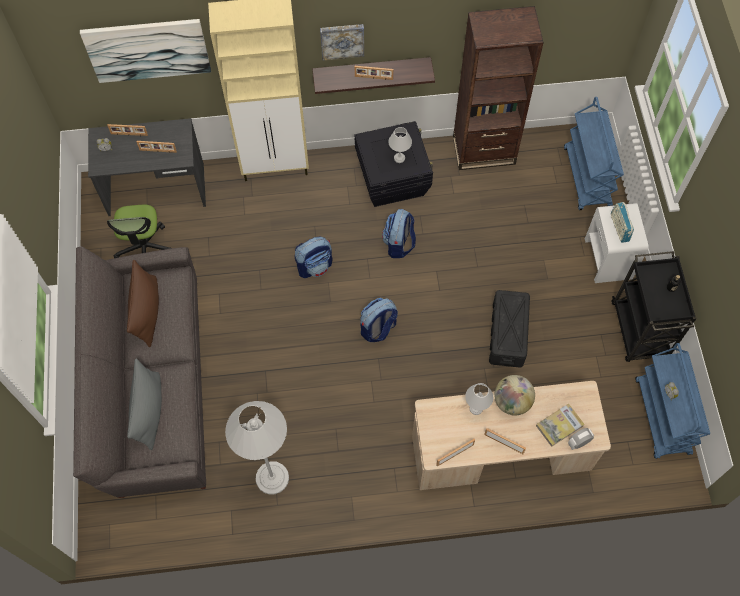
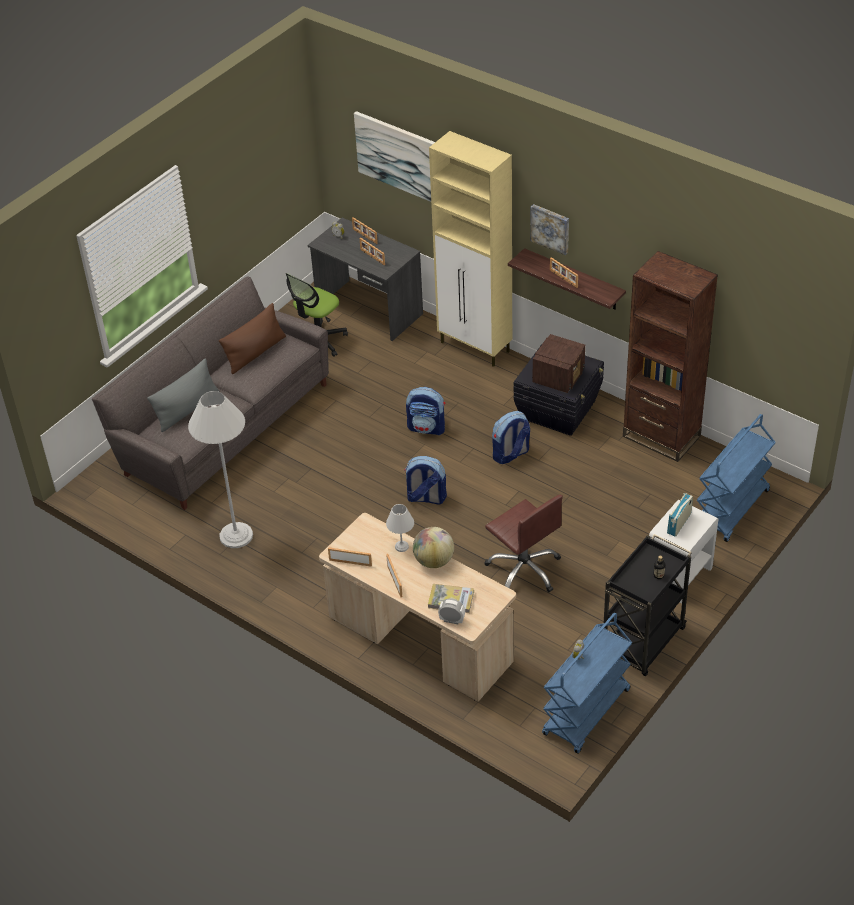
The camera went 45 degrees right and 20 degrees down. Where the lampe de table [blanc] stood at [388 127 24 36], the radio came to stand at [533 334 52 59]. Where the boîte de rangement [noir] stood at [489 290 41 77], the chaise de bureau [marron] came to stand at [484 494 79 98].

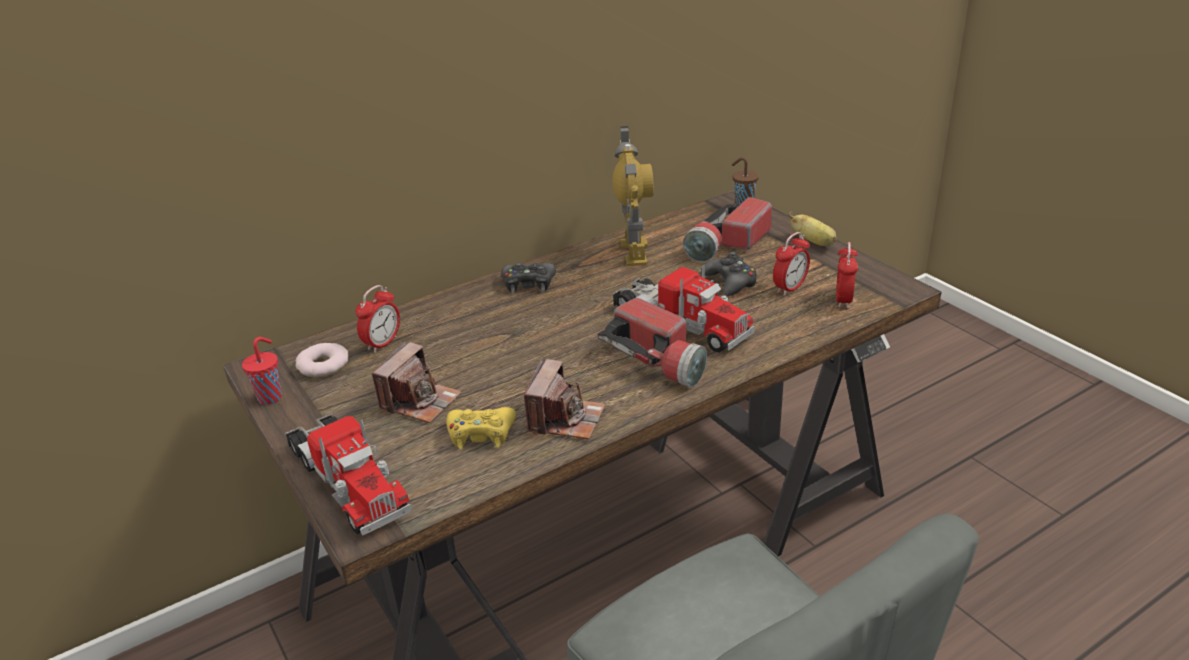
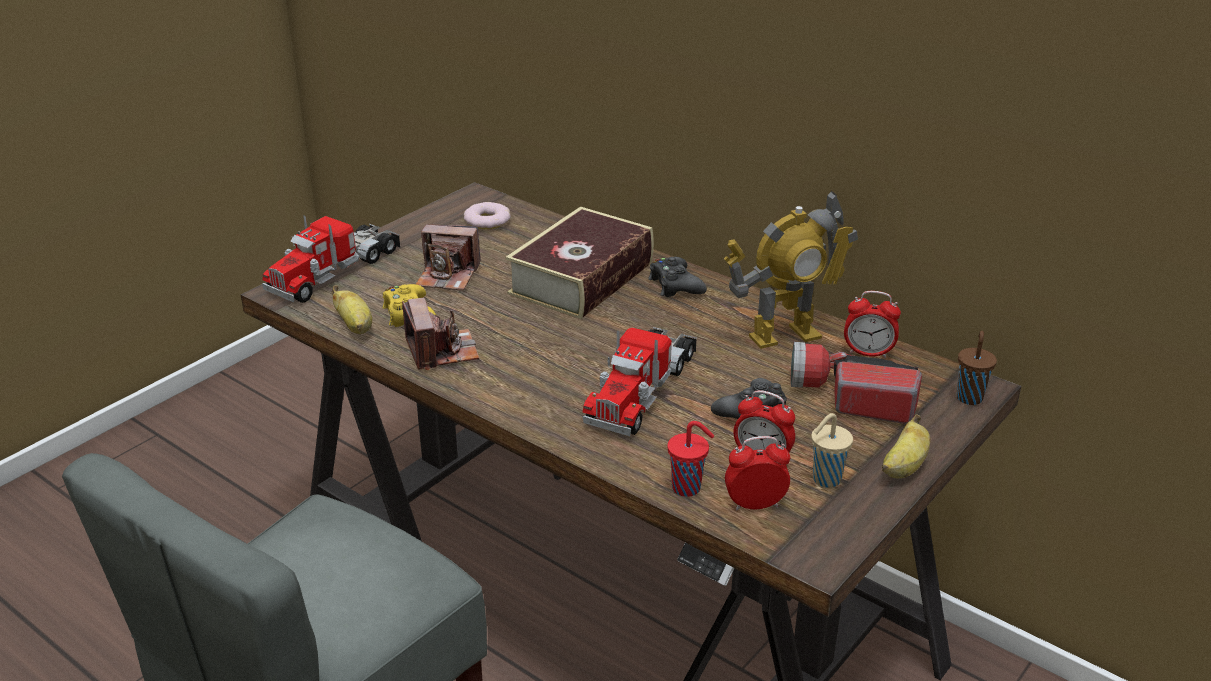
The camera went 70 degrees right and 0 degrees up. The tasse [rouge] ended up elsewhere, having gone from [242 337 40 68] to [668 421 46 76]. The réveil ended up elsewhere, having gone from [355 285 45 68] to [844 291 57 67]. The appareil photo at [524 359 81 81] ended up facing another way, 105 degrees counterclockwise from before. The second view lost the lampe de poche at [598 298 109 89]. The second view gained the banane at [332 285 40 49]. The second view gained the livre at [505 207 149 112]. The second view gained the tasse [beige] at [811 413 42 75].

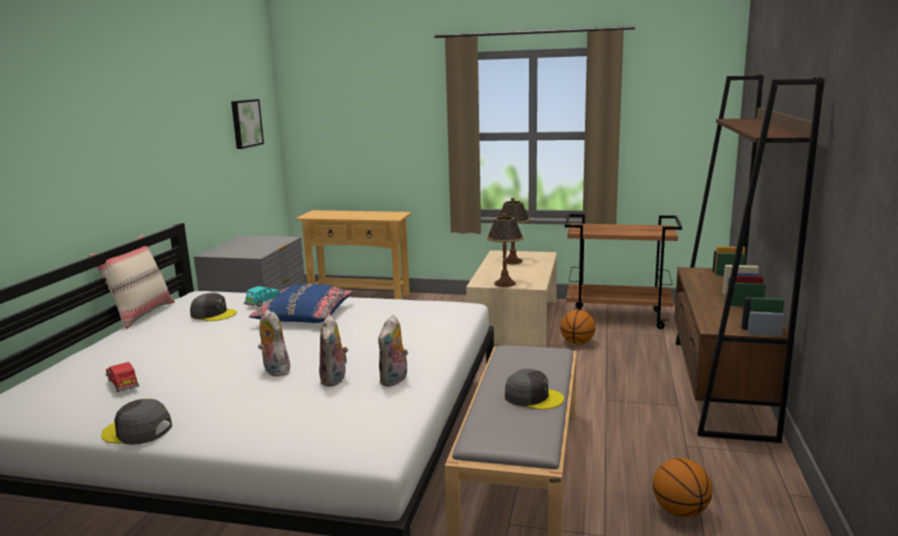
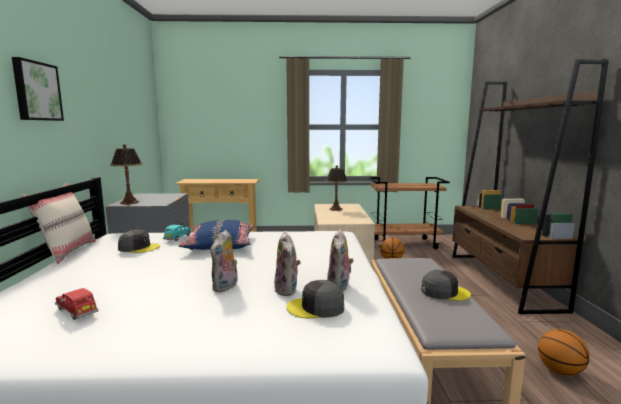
The camera went 15 degrees left and 5 degrees down. The casquette [gris] ended up elsewhere, having gone from [101 399 71 46] to [287 280 57 38]. The tableau ended up elsewhere, having gone from [231 99 33 50] to [12 57 52 64]. The peluche at [258 310 32 66] ended up facing another way, 105 degrees counterclockwise from before. The lampe de table ended up elsewhere, having gone from [486 213 38 74] to [110 144 33 60].

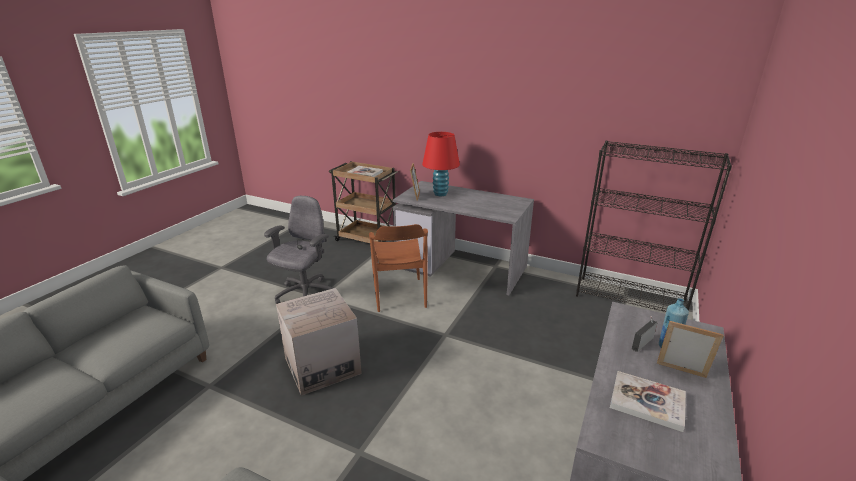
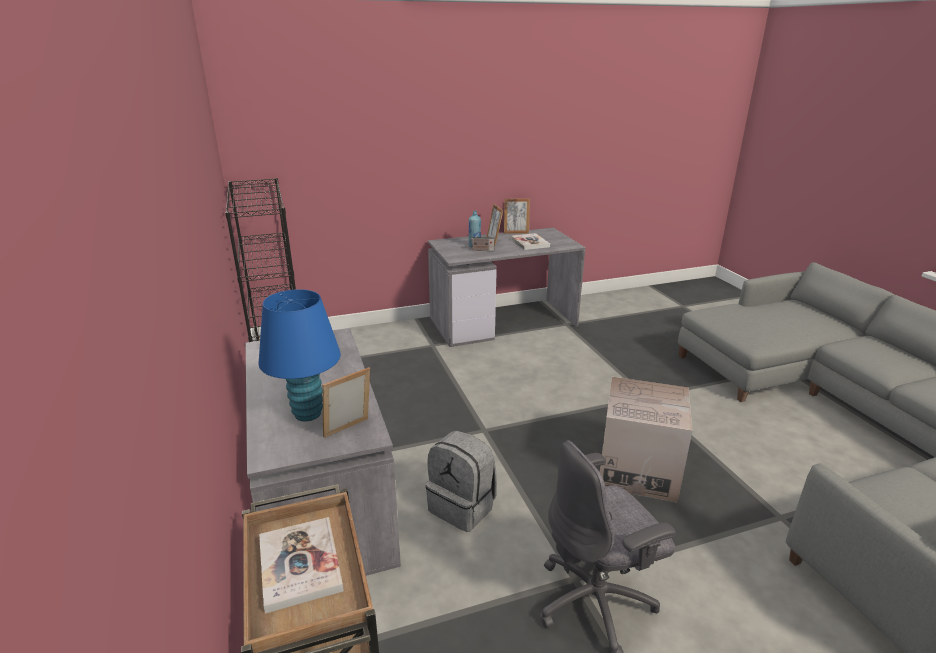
The camera went 135 degrees left and 0 degrees up. Where the chaise [marron] stood at [369 224 59 88], the sac à dos [gris] came to stand at [426 430 71 102]. What was the lampe de table [rouge] at [422 132 38 64] turned into the lampe de table [bleu] at [258 289 83 132]. The second view gained the cadre photo at [504 198 26 35].

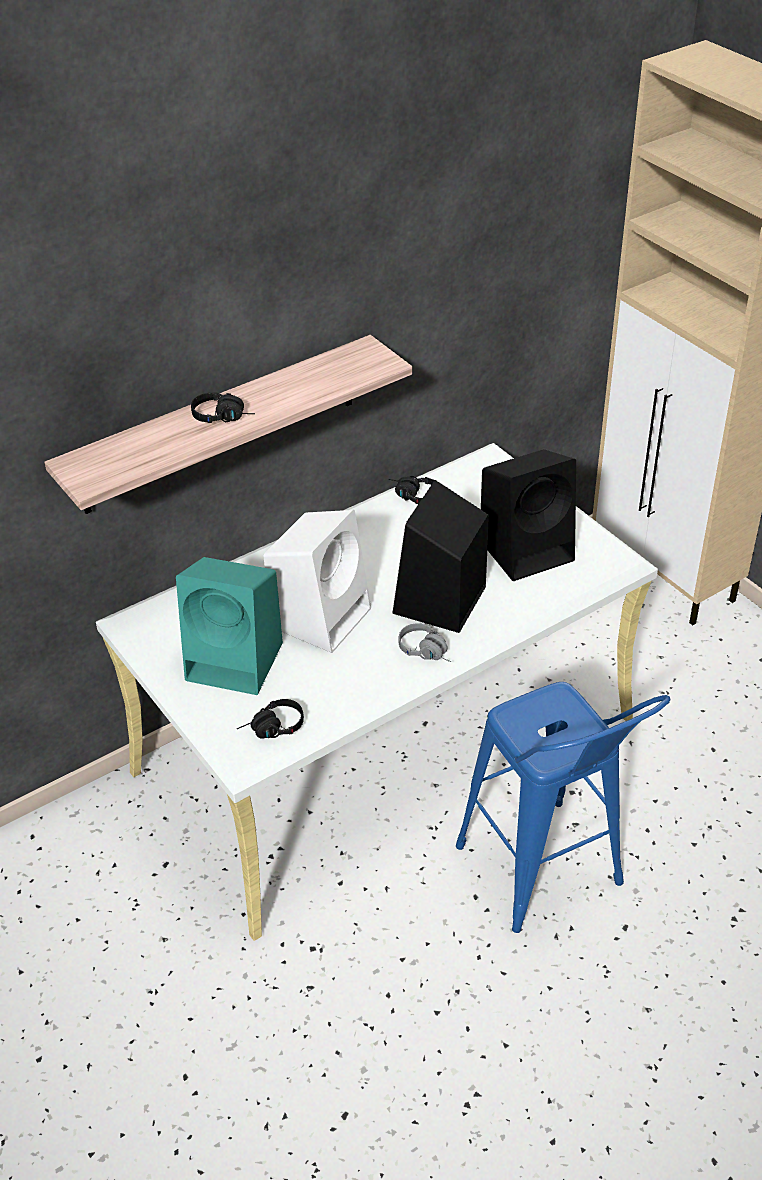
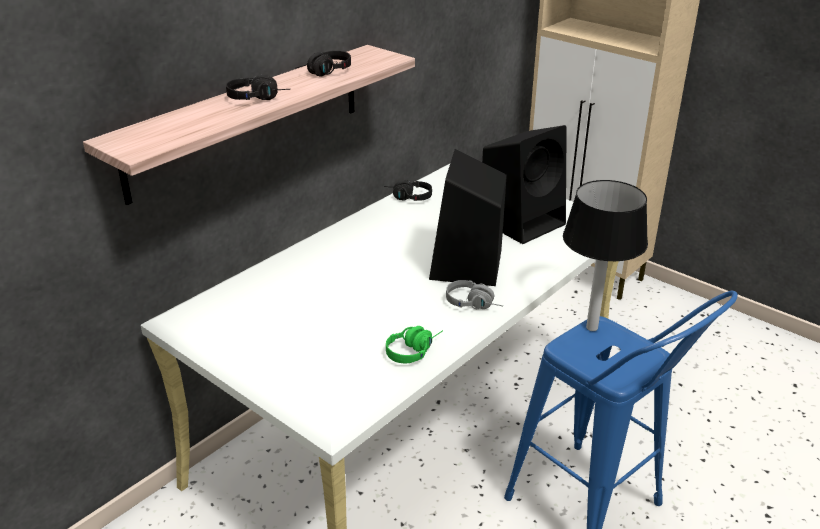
The camera went 15 degrees left and 10 degrees down. The second view lost the enceinte [turquoise] at [176 557 107 138]. The casque audio [noir] ended up elsewhere, having gone from [237 699 67 40] to [296 51 55 26]. The second view lost the enceinte [blanc] at [264 510 107 143]. The second view gained the casque audio [vert] at [386 326 57 37]. The second view gained the lampe de table at [563 180 85 151].

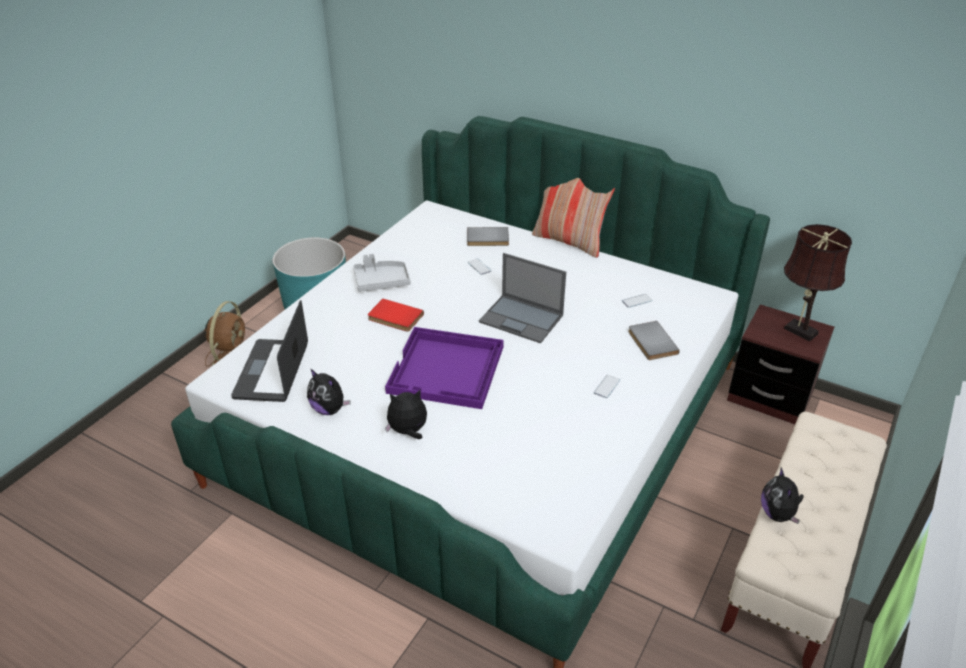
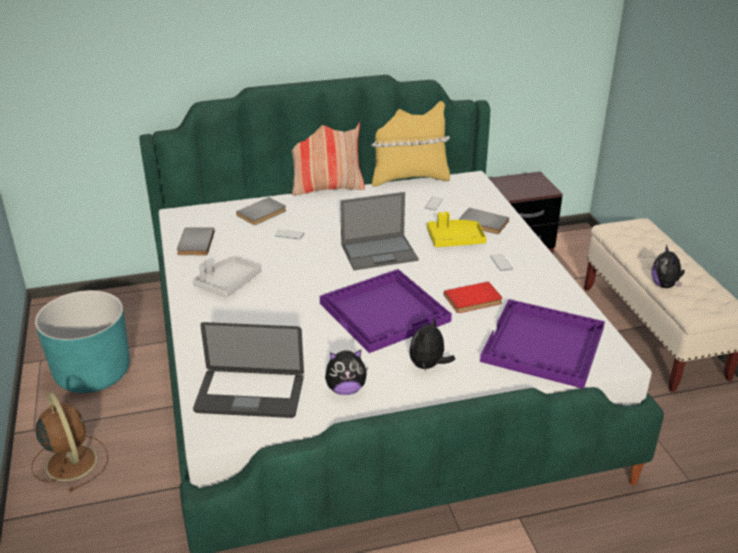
The camera went 45 degrees left and 5 degrees down. The ordinateur portable at [231 300 77 102] ended up facing another way, 45 degrees counterclockwise from before. The livre [rouge] ended up elsewhere, having gone from [368 299 56 33] to [444 281 59 32]. The peluche at [761 468 43 56] ended up facing another way, 45 degrees clockwise from before. The second view lost the lampe de table [marron] at [784 224 68 117]. The second view gained the livre [gris] at [177 227 38 28]. The second view gained the coussin [jaune] at [371 101 79 86]. The second view gained the plateau [jaune] at [427 212 60 35]. The second view gained the plateau [violet] at [480 299 125 90].

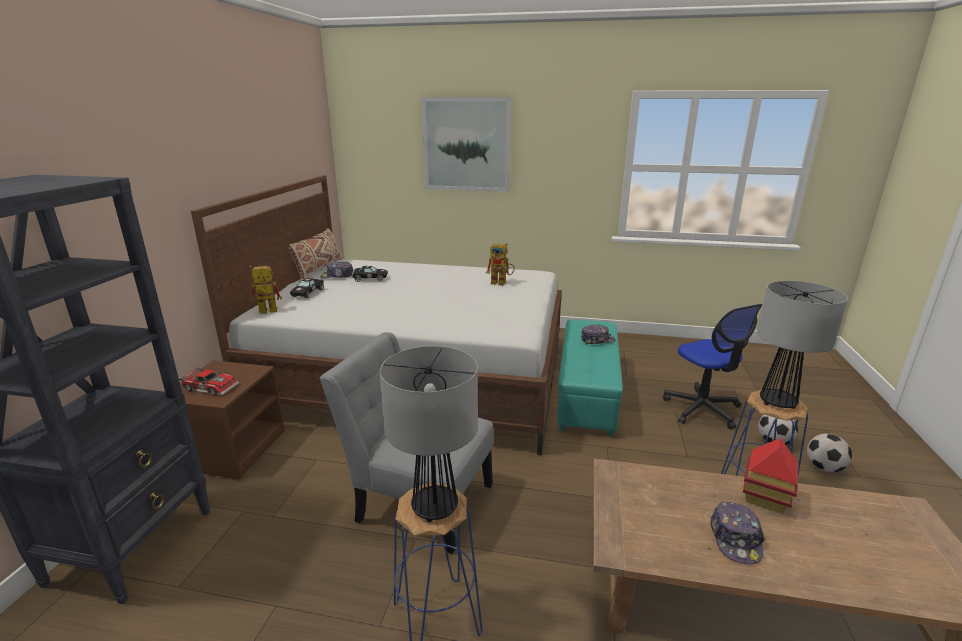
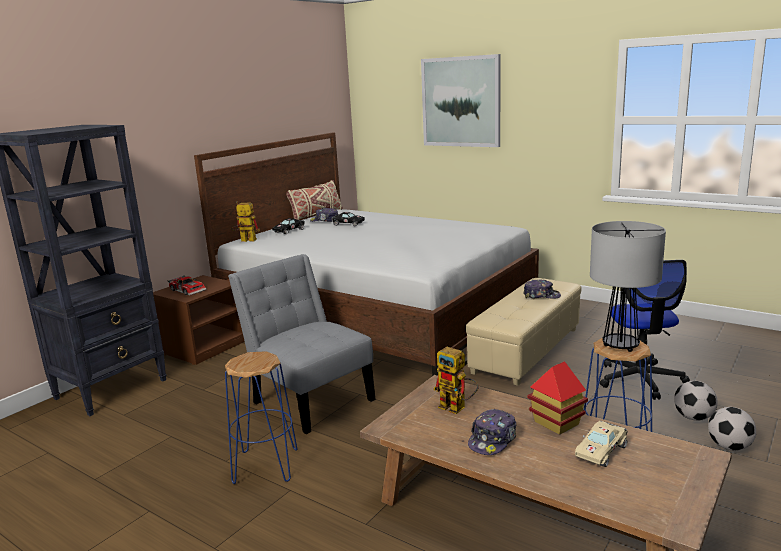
The camera went 25 degrees right and 5 degrees down. The second view lost the lampe de table at [379 346 99 177]. The robot jouet ended up elsewhere, having gone from [486 243 29 43] to [433 347 46 67]. What was the pouf [turquoise] at [557 319 66 117] turned into the pouf [beige] at [466 278 116 108]. The second view gained the petite voiture [beige] at [575 421 52 46].

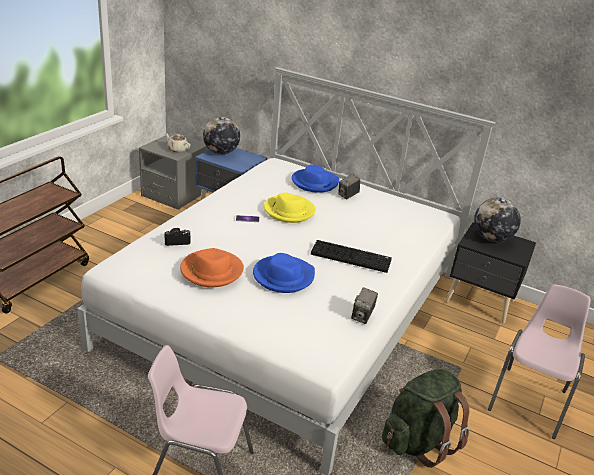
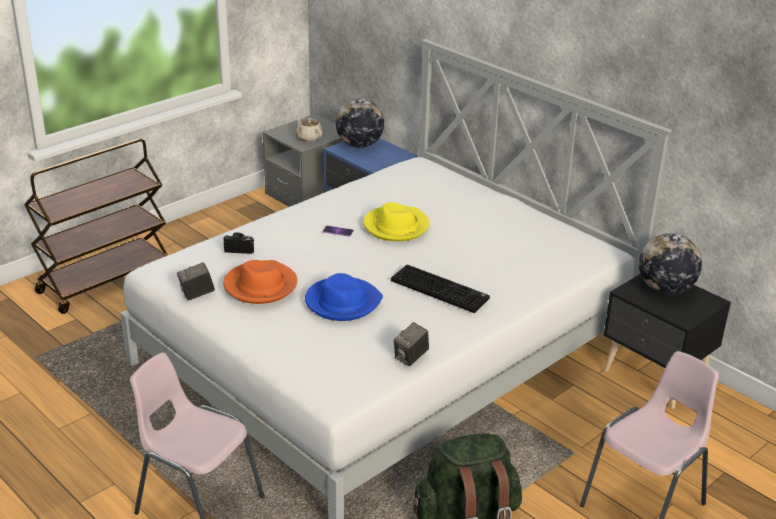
The camera went 20 degrees right and 0 degrees up. The second view lost the chapeau [bleu] at [292 164 48 29]. The appareil photo ended up elsewhere, having gone from [338 174 22 26] to [177 262 38 39].

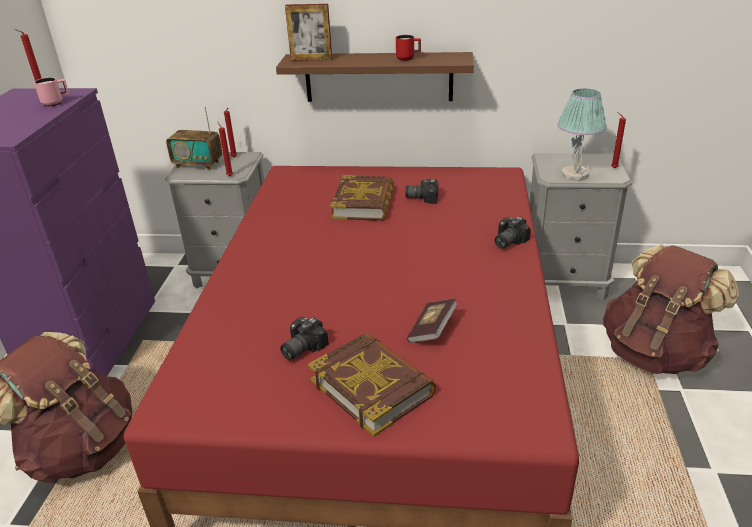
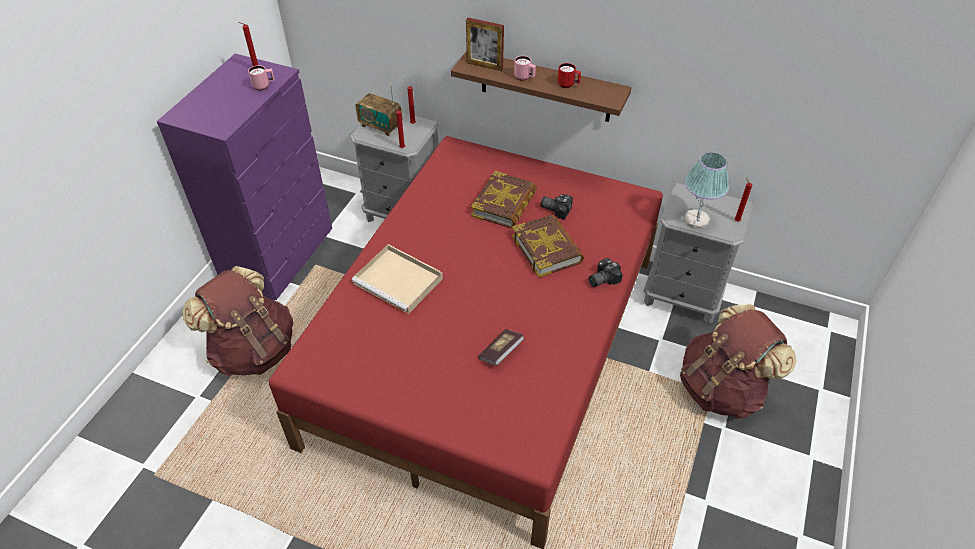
The camera went 15 degrees right and 15 degrees up. The second view lost the appareil photo at [280 317 49 43]. The livre ended up elsewhere, having gone from [308 332 128 105] to [512 215 72 63]. The second view gained the plateau [beige] at [352 244 91 70]. The second view gained the mug [rose] at [514 56 22 25].

